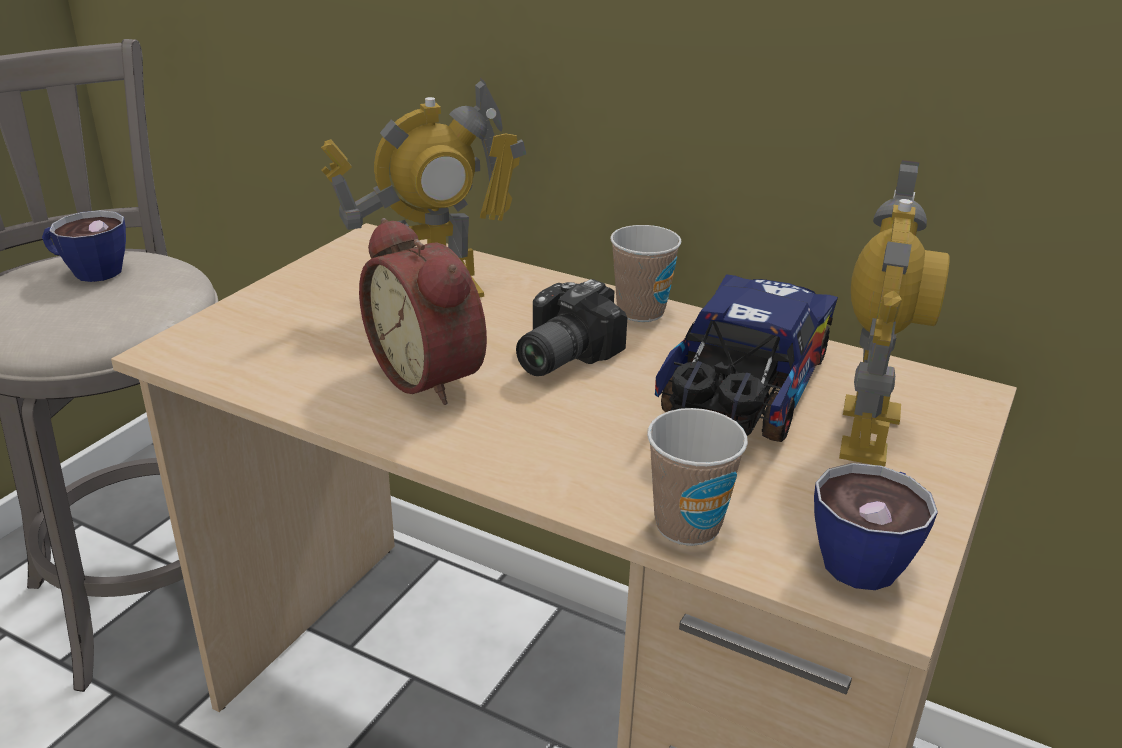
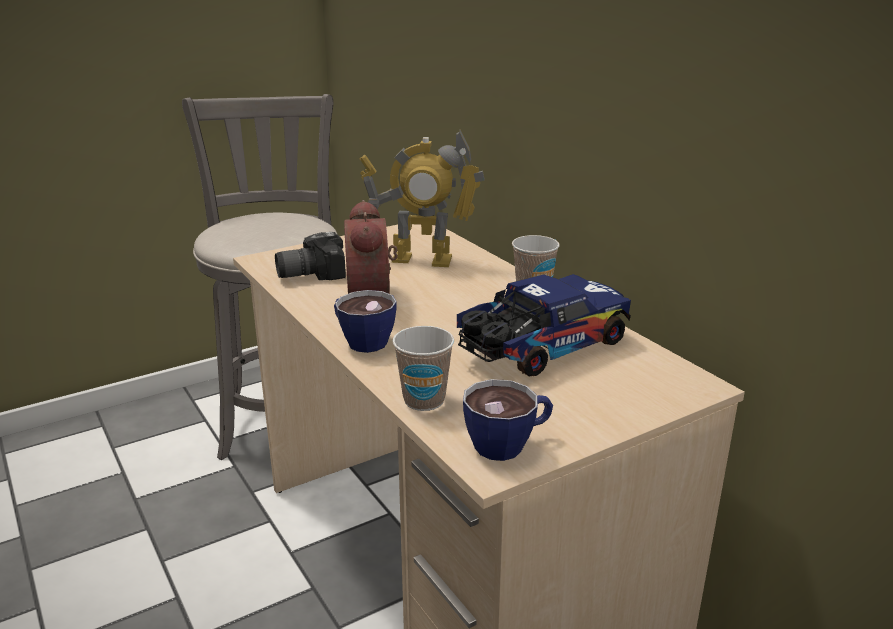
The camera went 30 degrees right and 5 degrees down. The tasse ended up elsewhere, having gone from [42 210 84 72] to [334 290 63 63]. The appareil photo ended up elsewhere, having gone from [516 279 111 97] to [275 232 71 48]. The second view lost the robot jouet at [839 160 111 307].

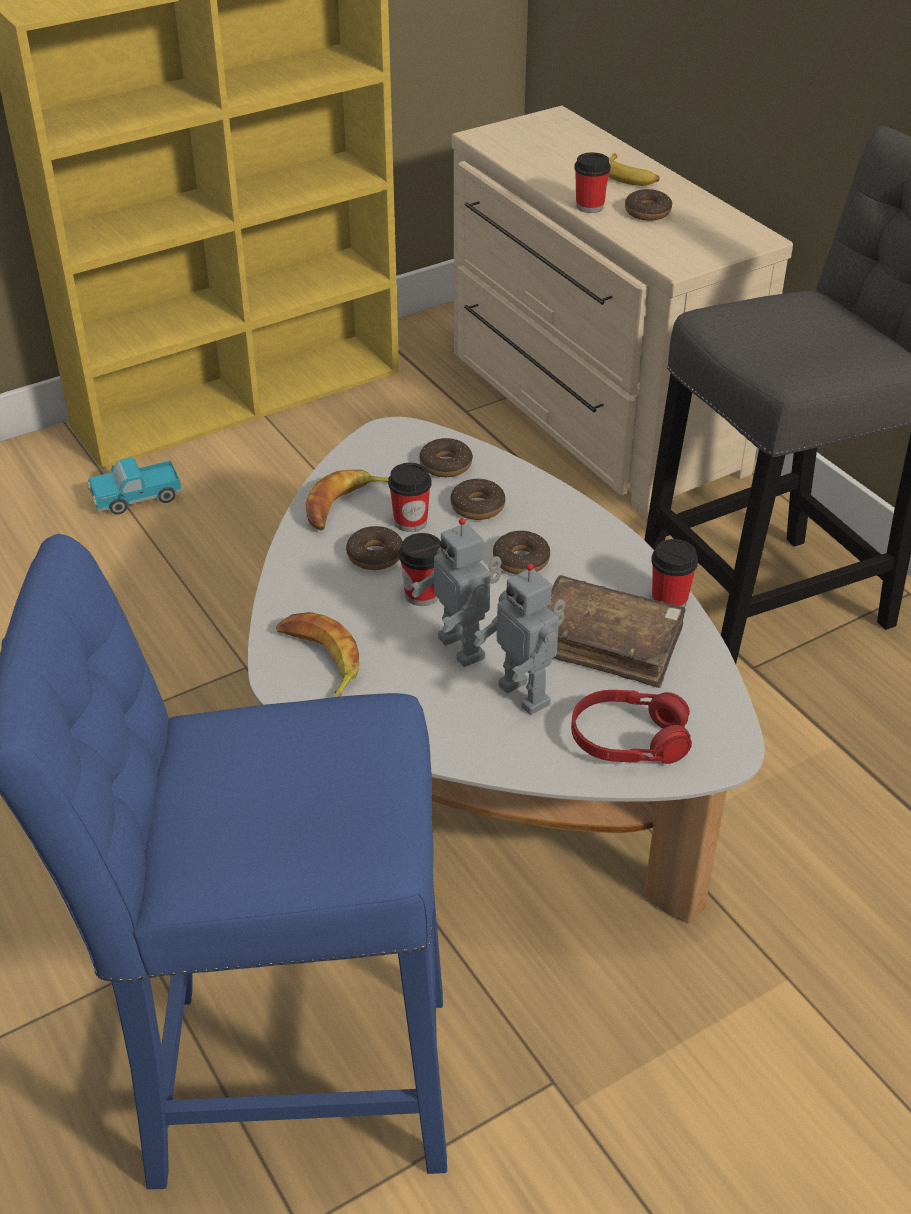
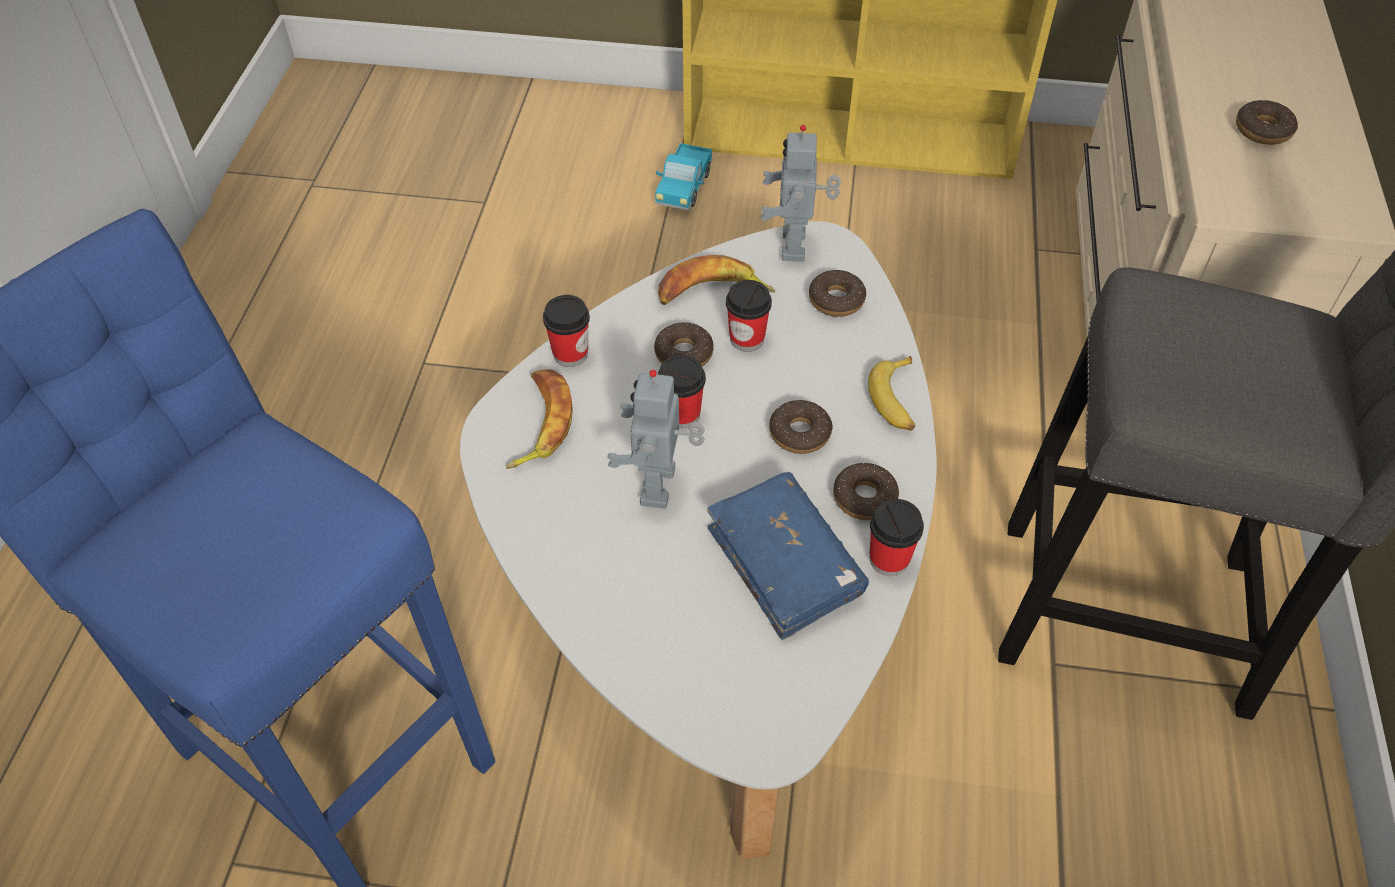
The camera went 40 degrees right and 10 degrees up. The camion jouet at [87 457 95 58] ended up facing another way, 90 degrees counterclockwise from before. The beignet ended up elsewhere, having gone from [451 479 54 41] to [833 463 66 57]. The robot jouet ended up elsewhere, having gone from [473 564 92 151] to [761 125 80 137]. What was the livre [marron] at [547 575 139 113] turned into the livre [bleu] at [707 472 162 168]. The second view lost the casque audio [rouge] at [571 690 121 74]. The tasse ended up elsewhere, having gone from [574 152 37 61] to [543 295 47 72]. The banane ended up elsewhere, having gone from [608 153 52 33] to [868 356 47 75].

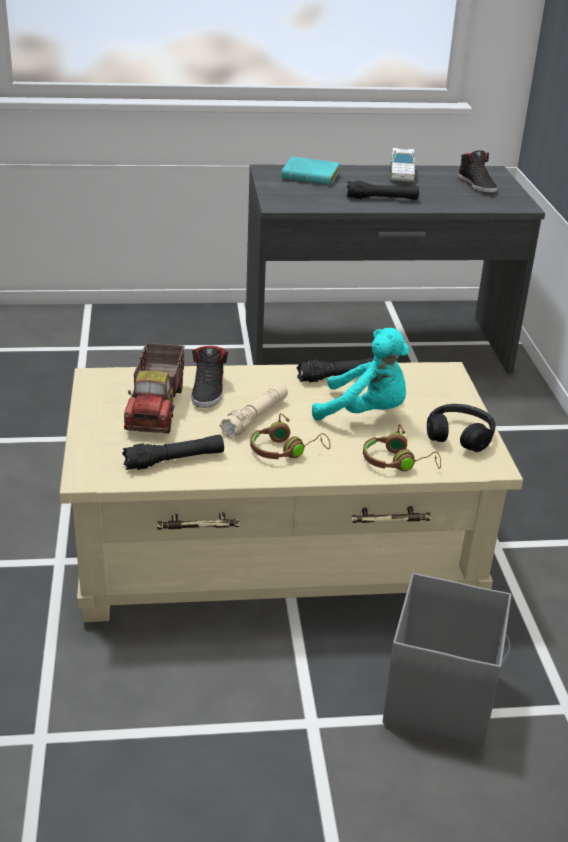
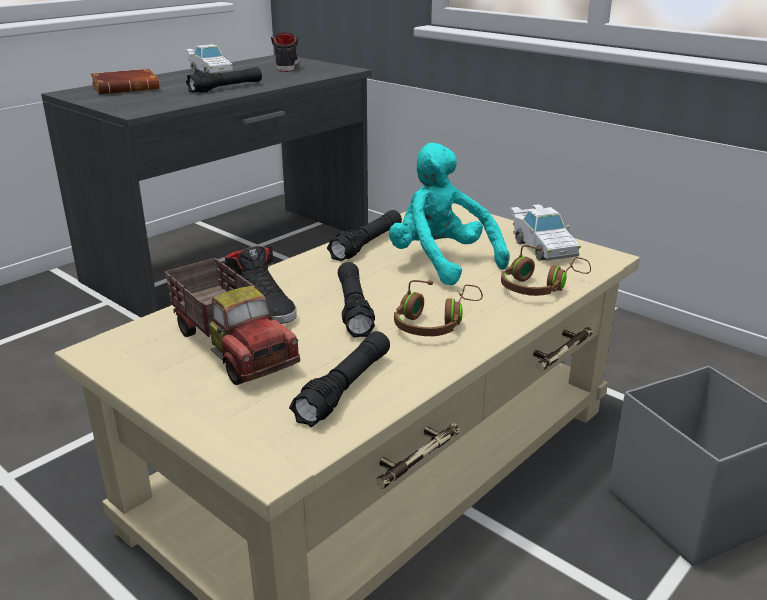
The camera went 40 degrees left and 5 degrees down. What was the lampe de poche [beige] at [219 383 69 55] turned into the lampe de poche [noir] at [338 262 37 76]. What was the livre [turquoise] at [281 157 59 28] turned into the livre [marron] at [91 69 68 25]. The peluche [turquoise] at [312 328 98 93] ended up facing another way, 105 degrees counterclockwise from before. Where the casque audio [noir] stood at [427 404 68 48], the petite voiture [blanc] came to stand at [510 204 71 57]. The chaussure [noir] at [458 150 39 43] ended up facing another way, 120 degrees counterclockwise from before.

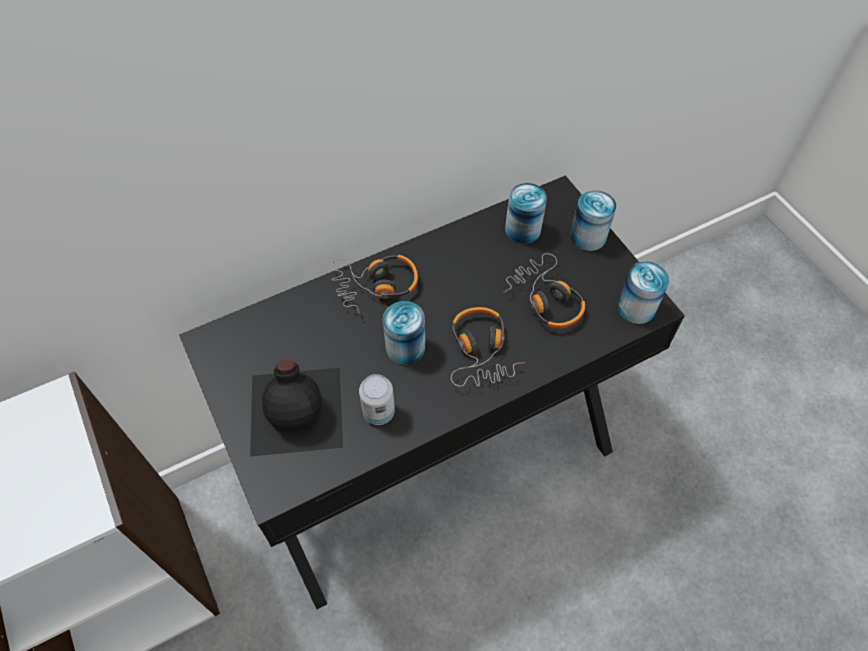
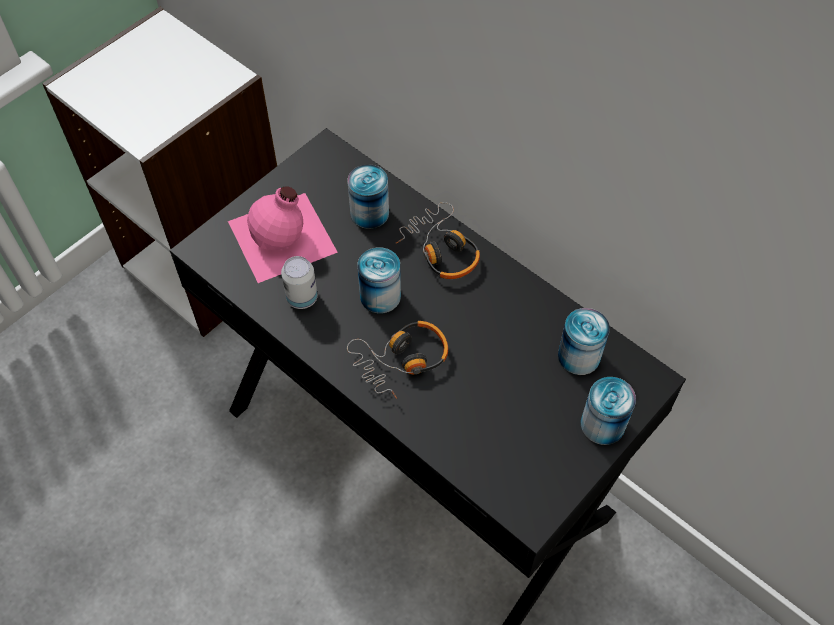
The camera went 70 degrees right and 0 degrees up. What was the bouteille [noir] at [250 360 93 97] turned into the bouteille [rose] at [228 186 110 97]. The second view lost the casque audio at [503 253 82 76]. The boîte métallique ended up elsewhere, having gone from [617 261 52 63] to [347 164 42 65].

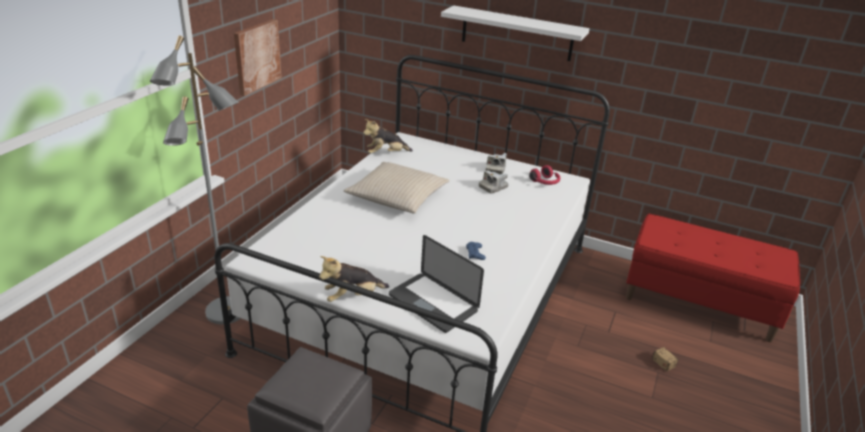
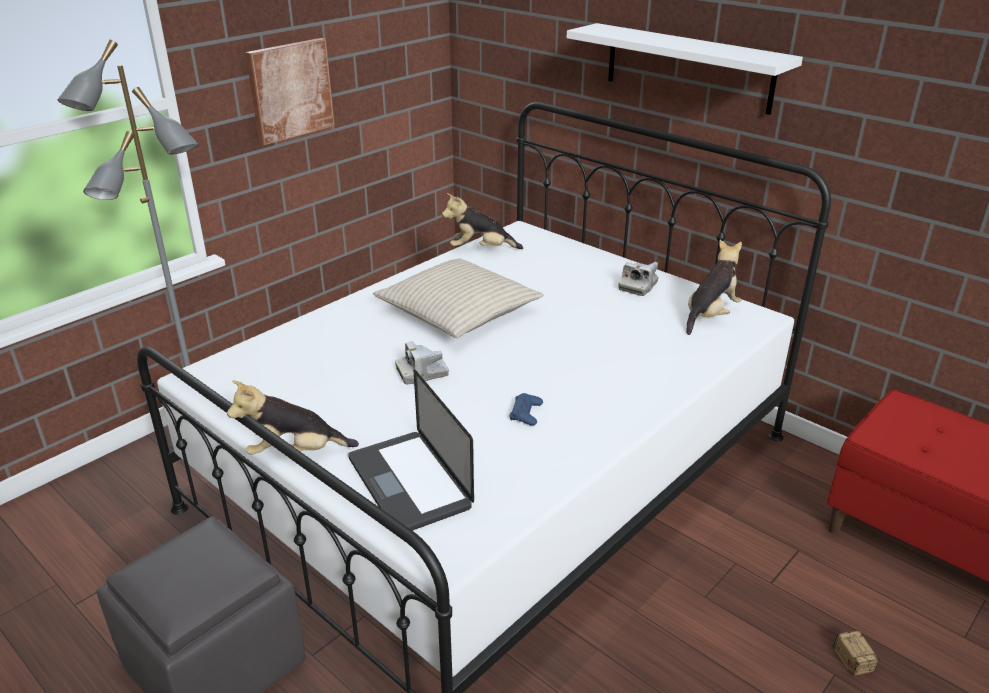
The camera went 20 degrees right and 0 degrees up. The appareil photo ended up elsewhere, having gone from [479 170 30 24] to [395 341 54 43]. Where the casque audio [rouge] stood at [529 165 31 20], the peluche came to stand at [686 240 56 95].

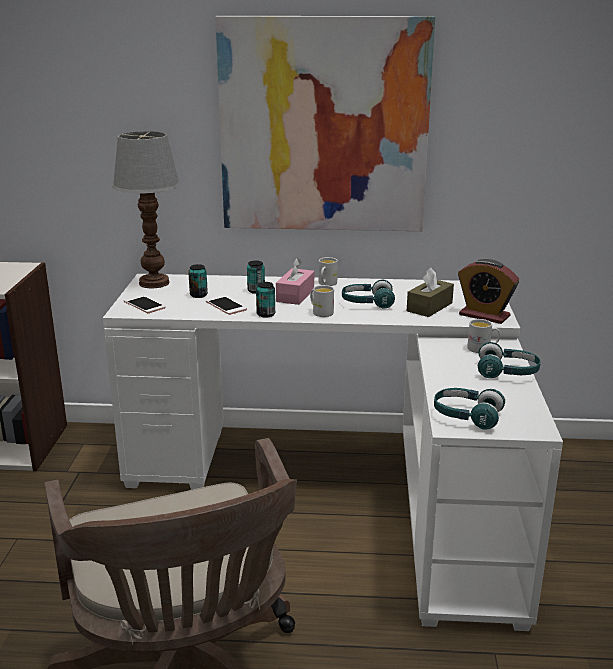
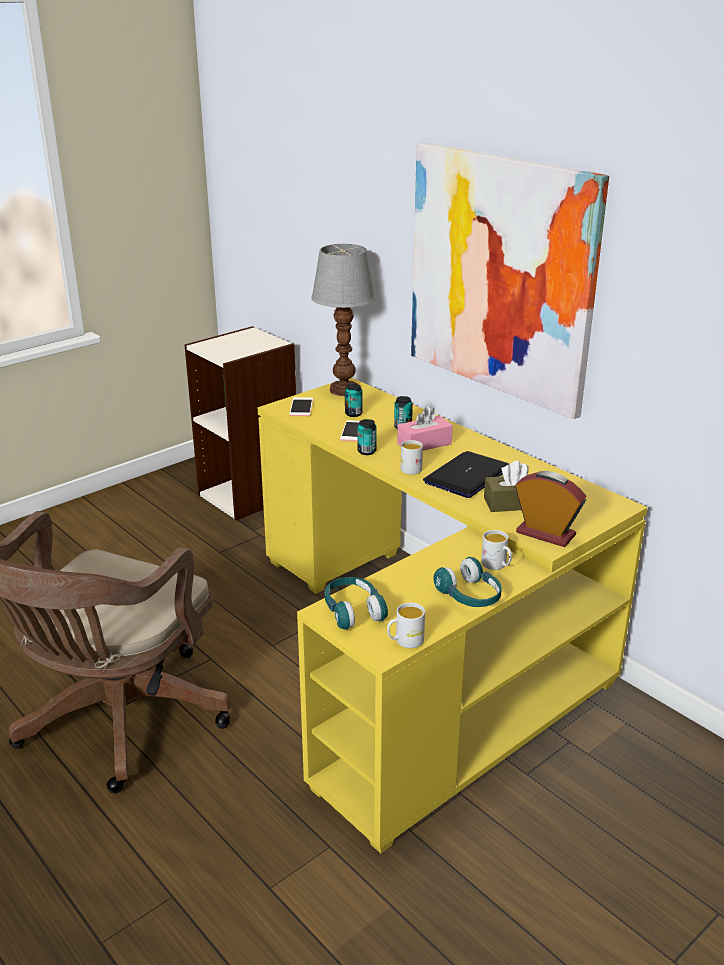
The camera went 45 degrees right and 5 degrees up. What was the bureau [blanc] at [103 274 460 357] turned into the bureau [jaune] at [258 377 390 477]. The mug [blanc] ended up elsewhere, having gone from [319 257 19 29] to [387 603 38 45]. Where the casque audio [turquoise] stood at [342 280 53 29], the ordinateur portable came to stand at [423 451 86 47]. The réveil at [458 259 61 65] ended up facing another way, 135 degrees clockwise from before.

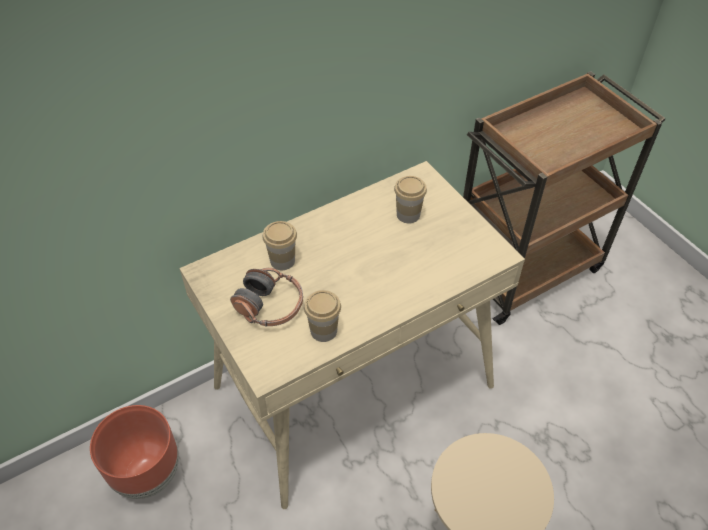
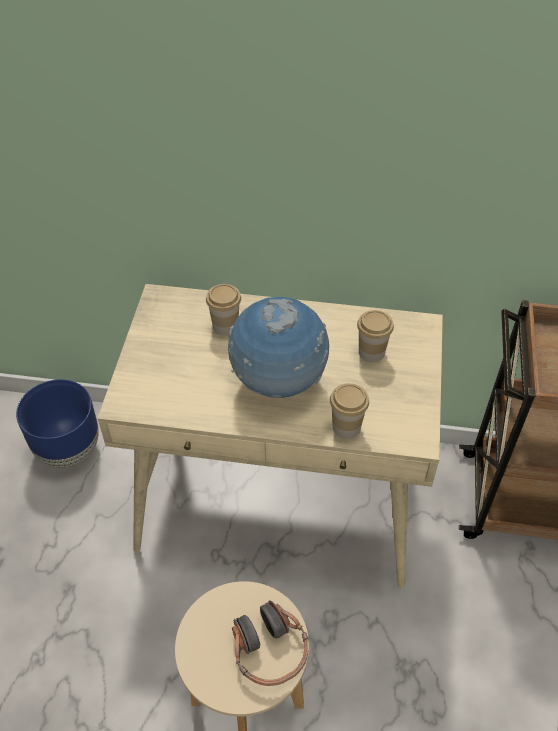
The camera went 40 degrees right and 0 degrees up. What was the cache-pot [marron] at [90 405 89 94] turned into the cache-pot [bleu] at [16 379 83 89]. The casque audio ended up elsewhere, having gone from [230 268 73 59] to [232 600 77 86]. The tasse ended up elsewhere, having gone from [304 290 37 52] to [330 383 39 55]. The second view gained the globe at [228 297 101 101].

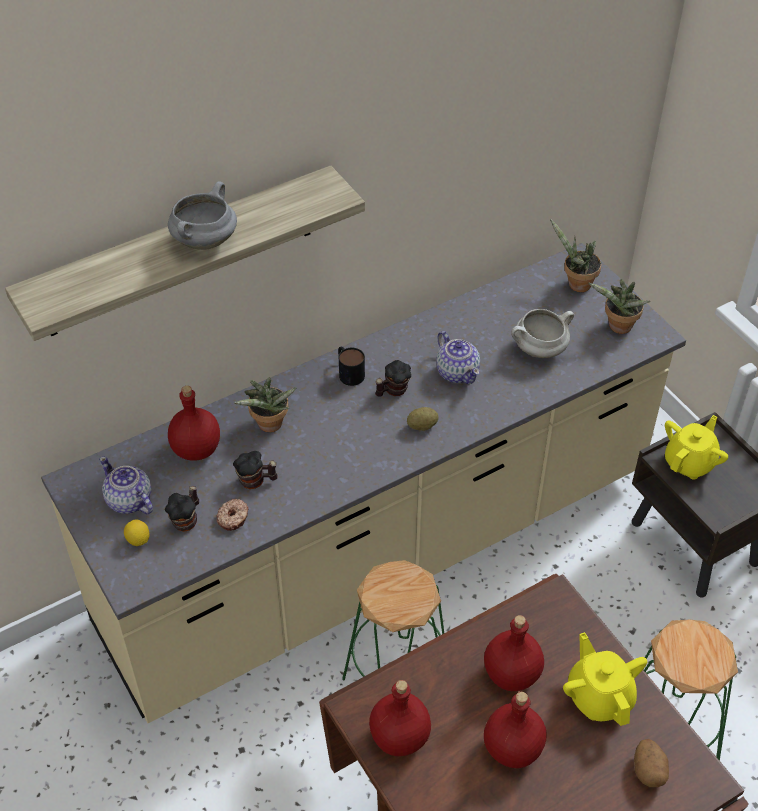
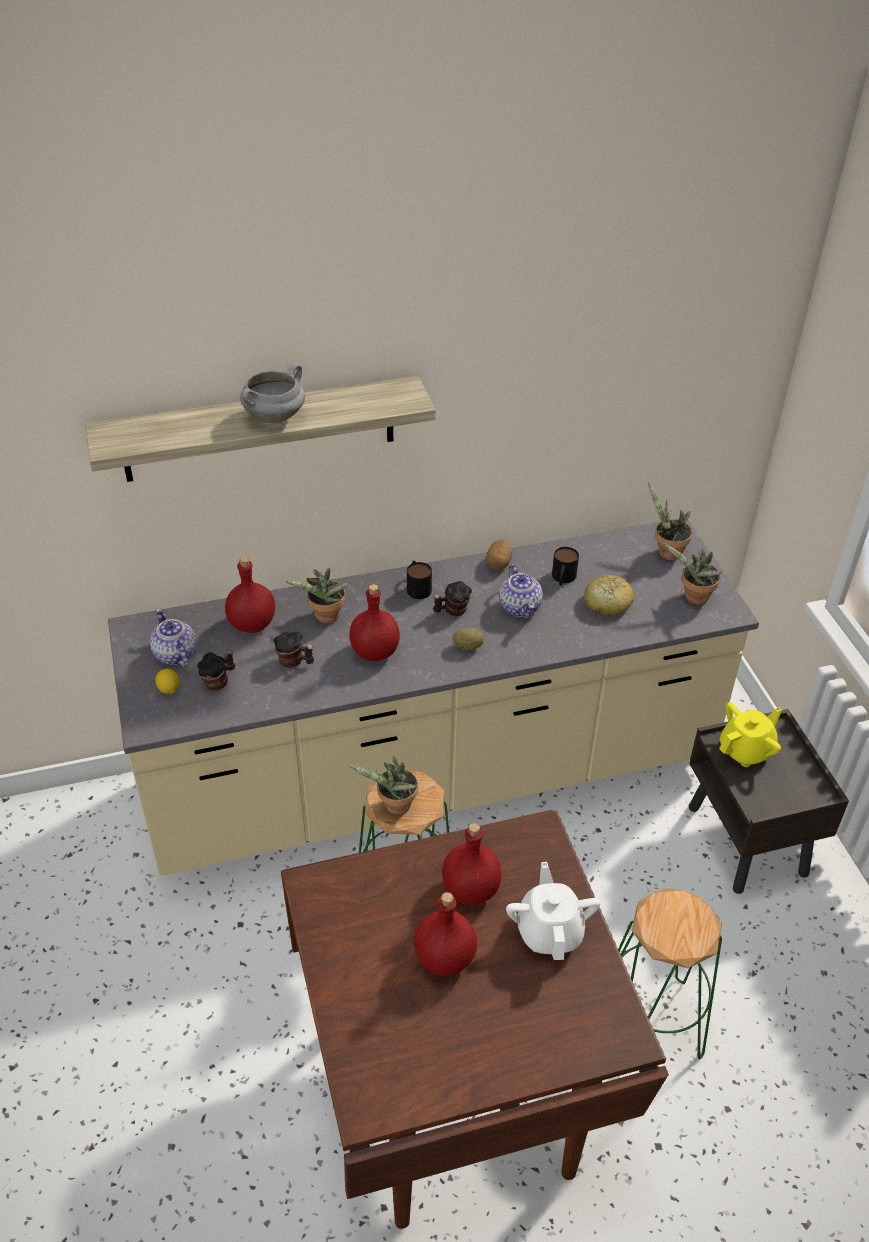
The camera went 15 degrees right and 5 degrees down. The second view lost the beignet at [216 499 33 32]. The bouteille [rouge] ended up elsewhere, having gone from [369 680 62 76] to [349 584 51 77]. Where the marmite [blanc] stood at [511 309 63 49], the pain came to stand at [584 575 50 41]. What was the théière [jaune] at [563 632 84 94] turned into the théière [blanc] at [506 862 95 98]. The pomme de terre ended up elsewhere, having gone from [634 739 35 48] to [486 540 26 29]. The second view gained the plante en pot at [349 756 69 59]. The second view gained the mug at [552 547 27 39].

